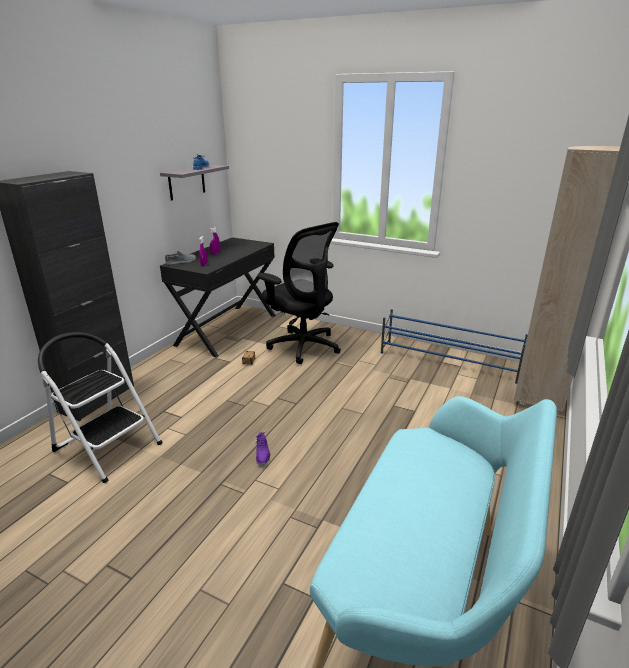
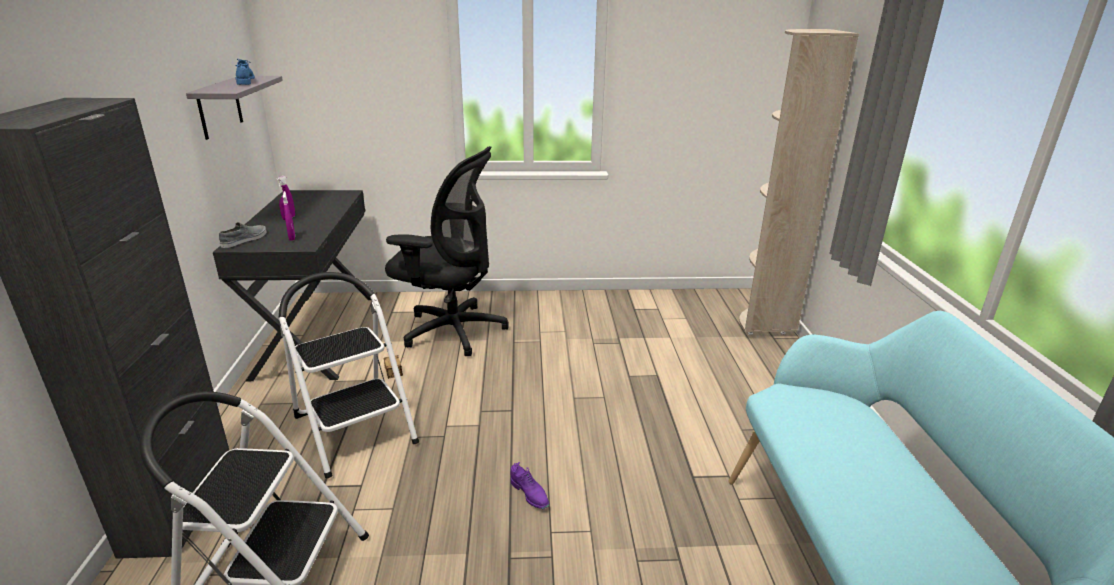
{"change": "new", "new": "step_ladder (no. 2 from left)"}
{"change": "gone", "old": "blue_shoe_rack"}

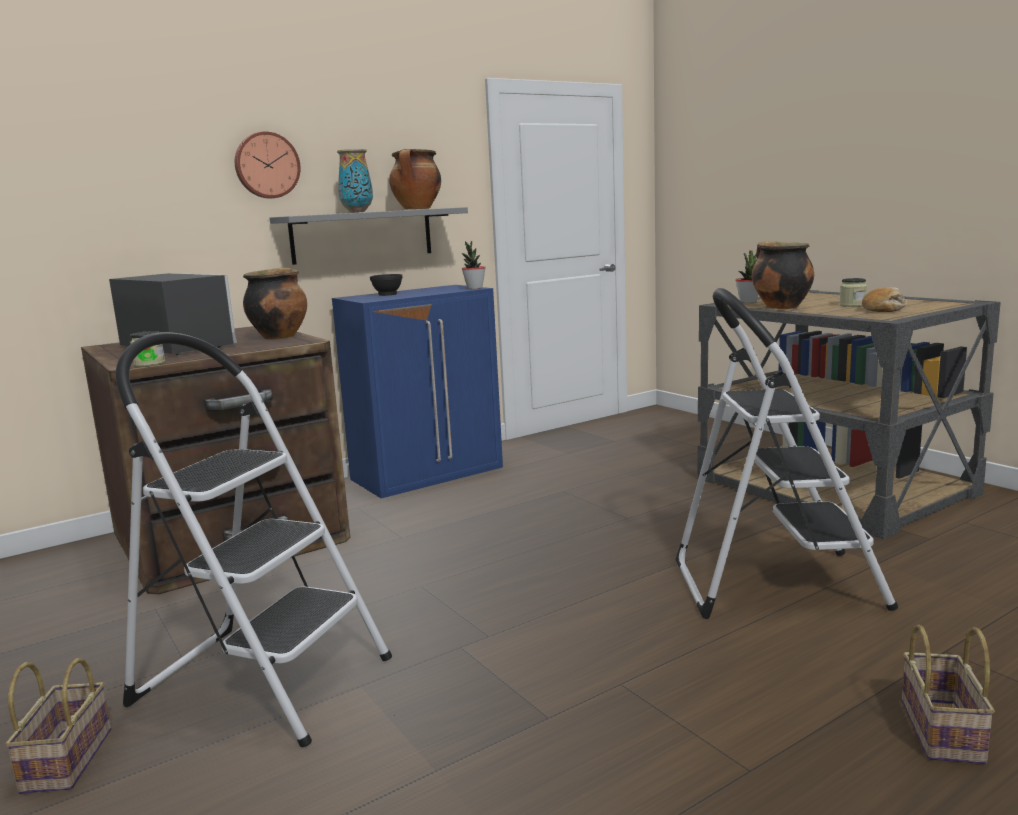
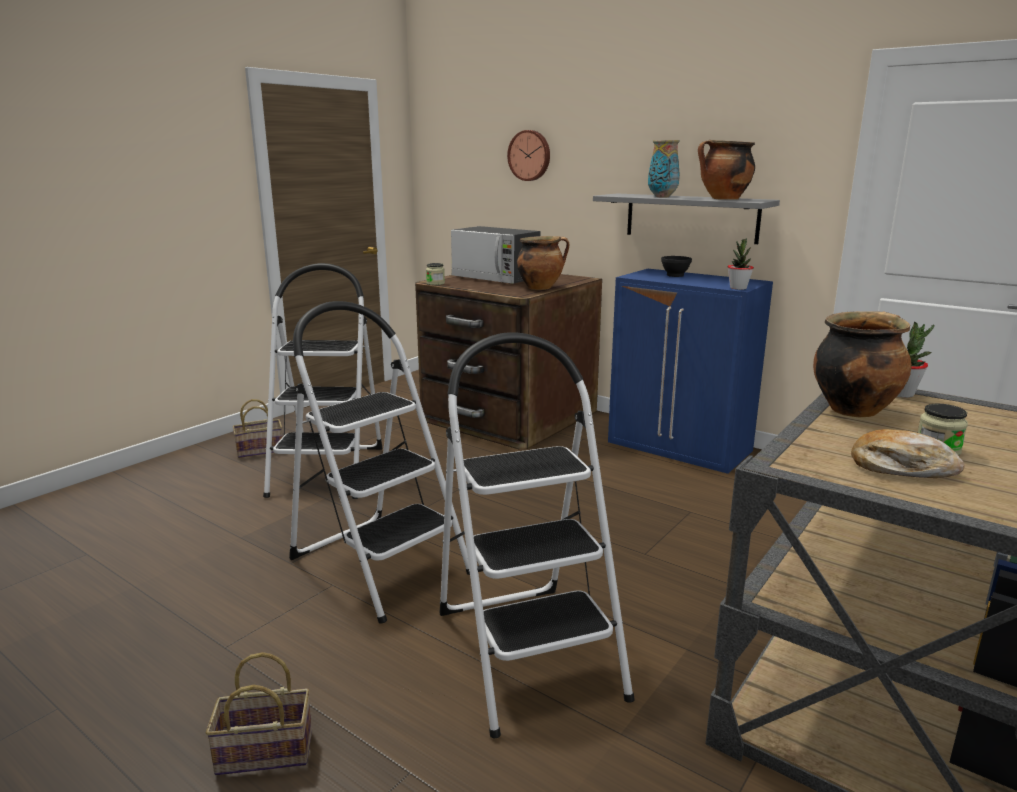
{"change": "new", "new": "step_ladder (no. 2 from left)"}
{"change": "rotated", "old": "microwave", "degrees": 105}
{"change": "shifted", "old": "wall_clock"}

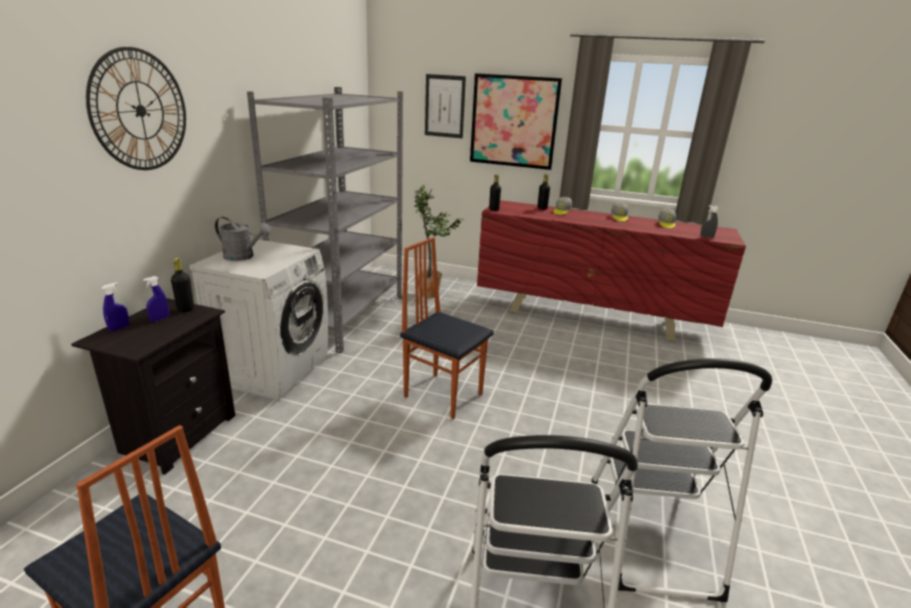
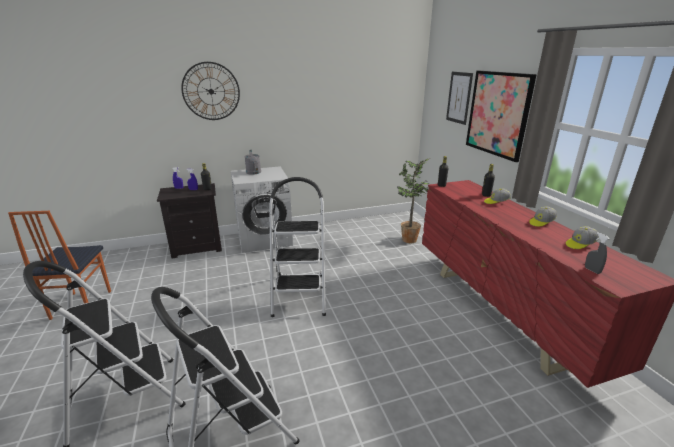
{"change": "swapped", "old": "chair (no. 2 from left)", "new": "step_ladder (no. 3 from left)"}
{"change": "gone", "old": "grey_bookcase"}

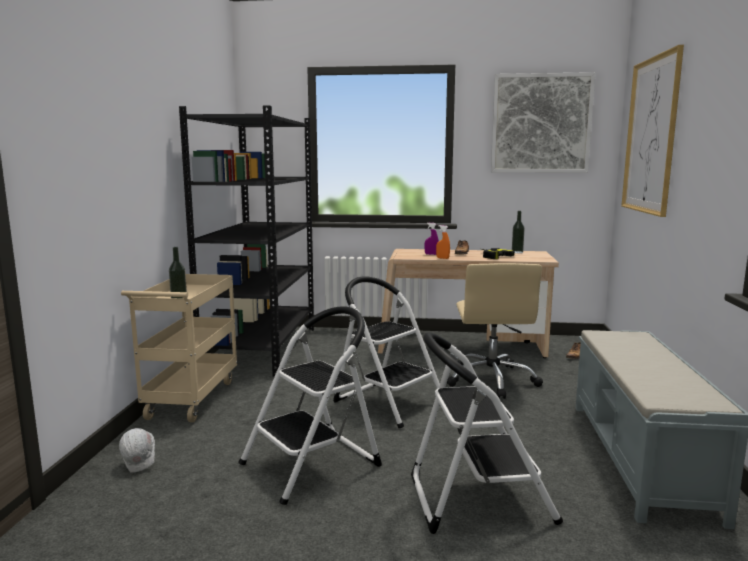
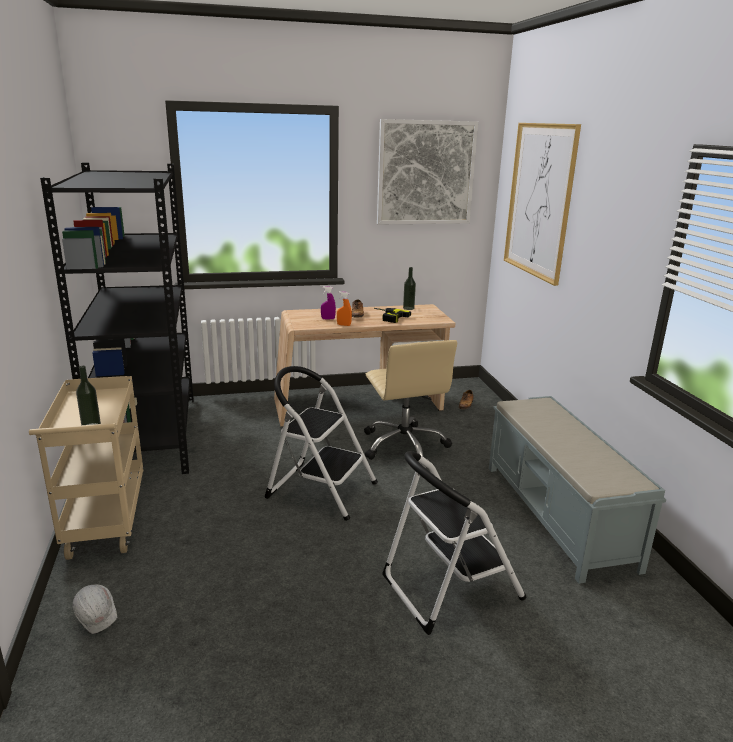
{"change": "gone", "old": "step_ladder (no. 1 from left)"}

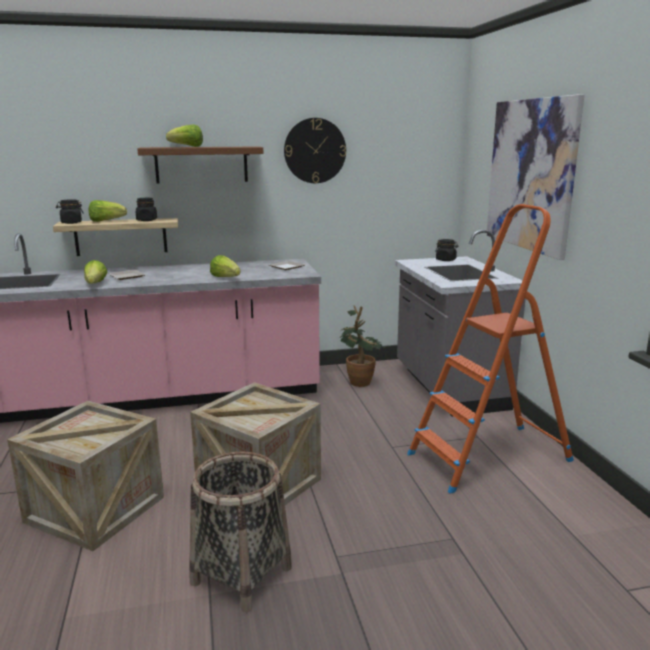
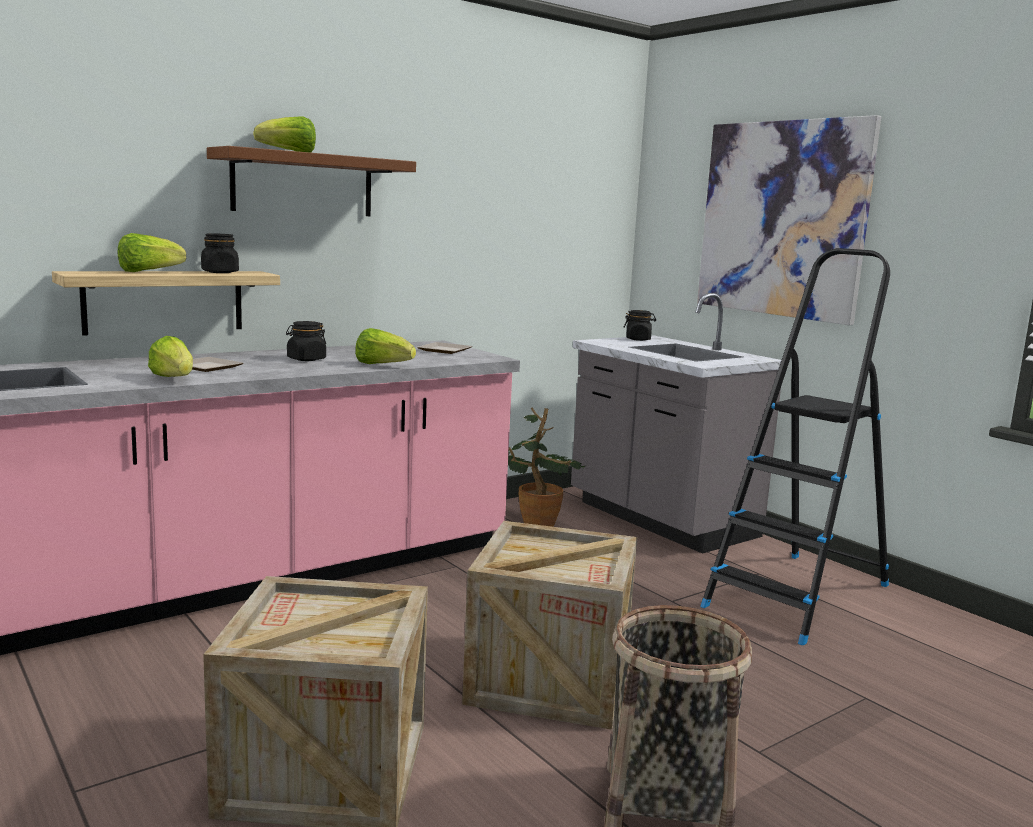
{"change": "shifted", "old": "black_jar (no. 1 from left in the first image)", "new": "black_jar (no. 2 from left)"}
{"change": "repainted", "old": "orange_step_ladder", "new": "black_step_ladder"}
{"change": "gone", "old": "wall_clock"}

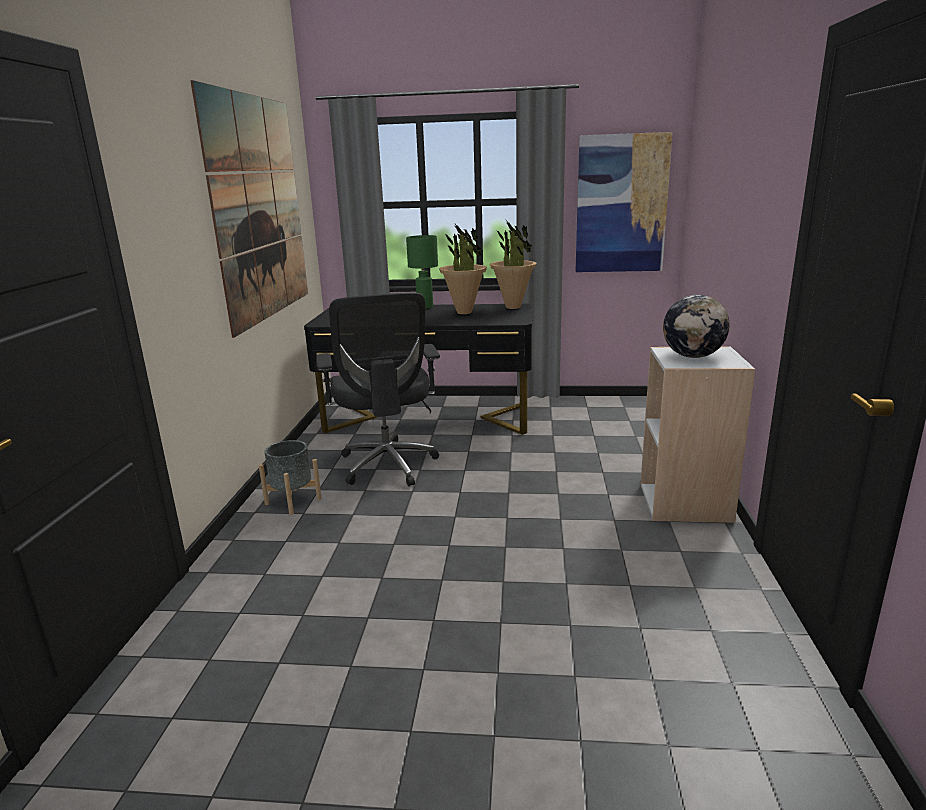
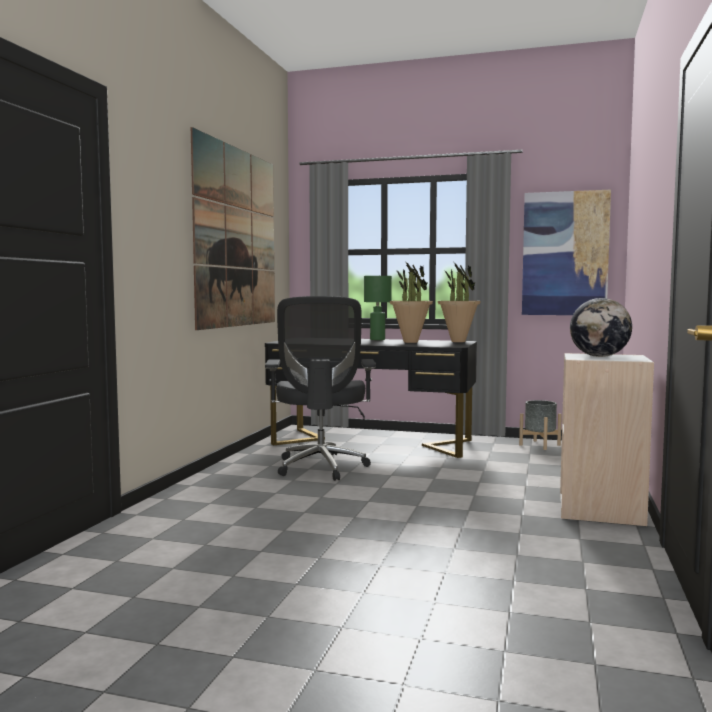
{"change": "shifted", "old": "grey_planter"}

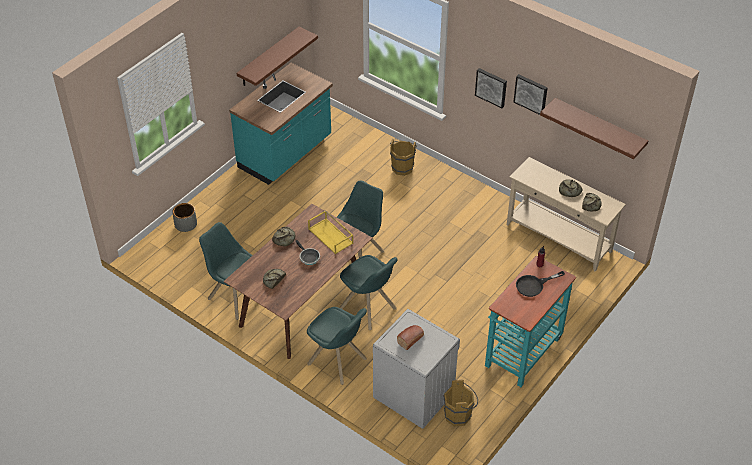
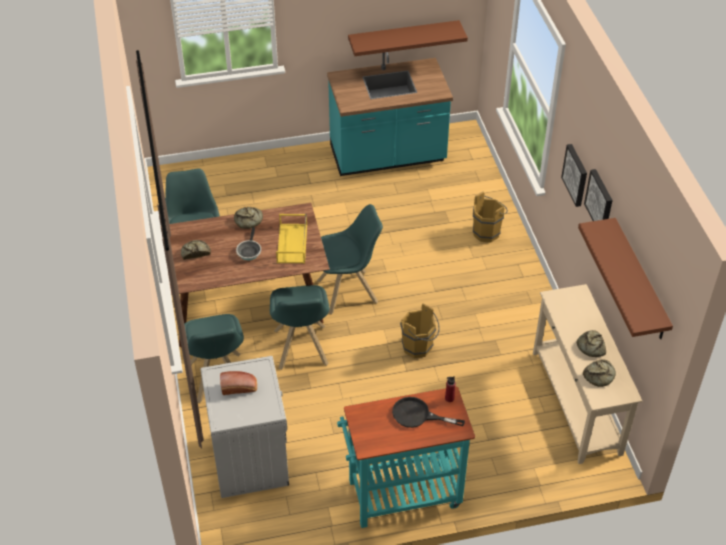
{"change": "shifted", "old": "brown_bucket (no. 2 from left in the first image)", "new": "brown_bucket (no. 1 from left)"}
{"change": "gone", "old": "grey_planter"}

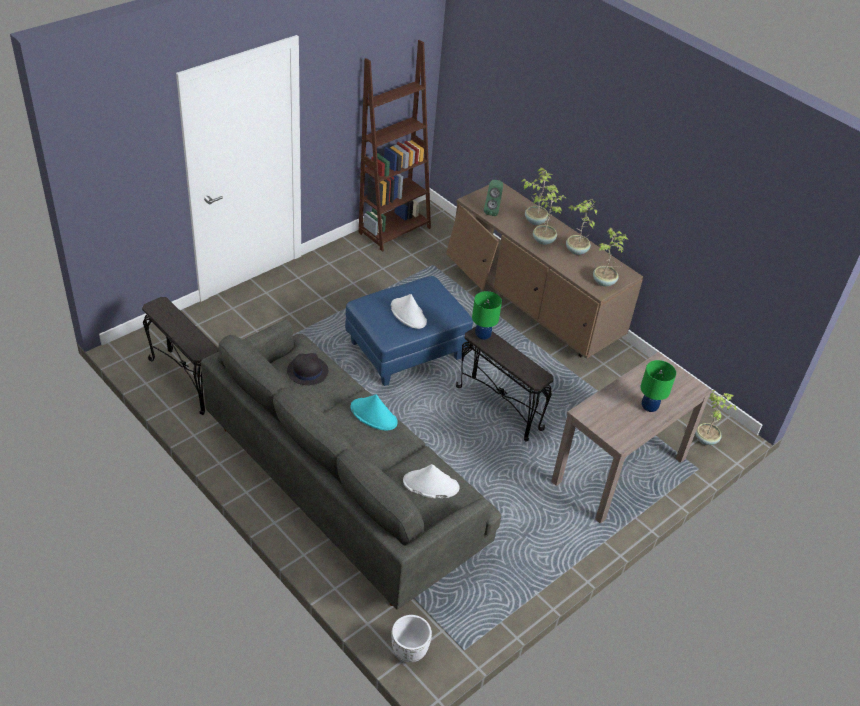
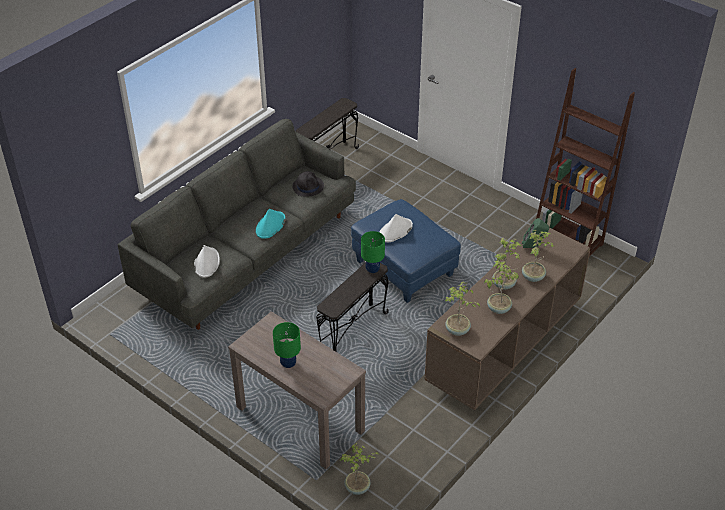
{"change": "gone", "old": "white_planter"}

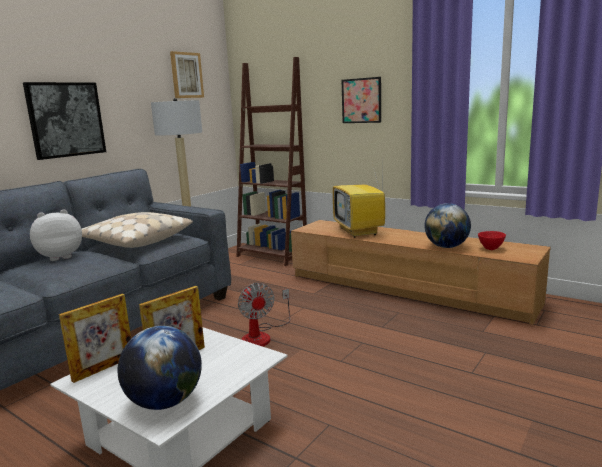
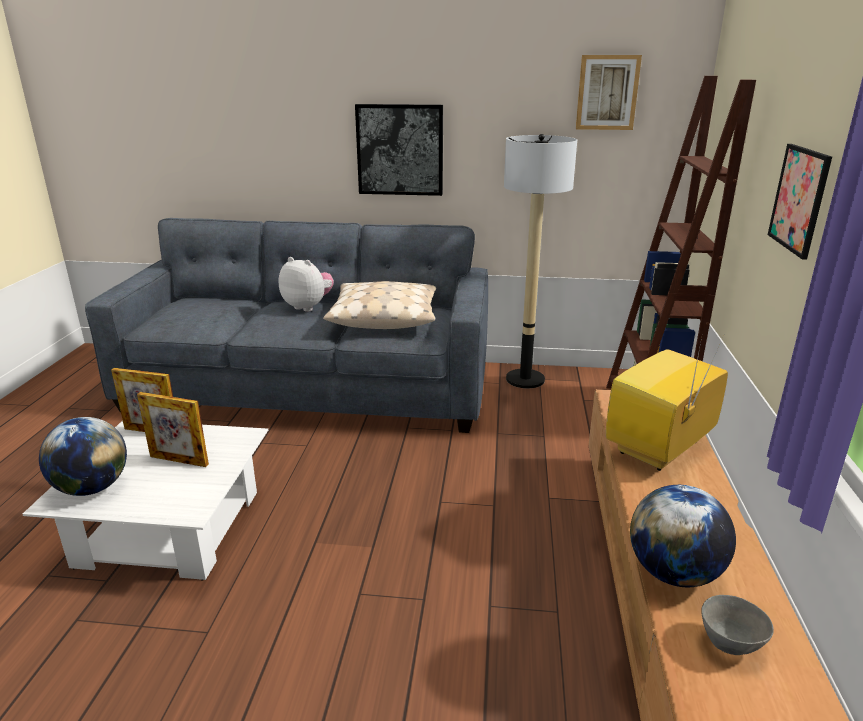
{"change": "repainted", "old": "red_bowl", "new": "grey_bowl"}
{"change": "gone", "old": "fan"}

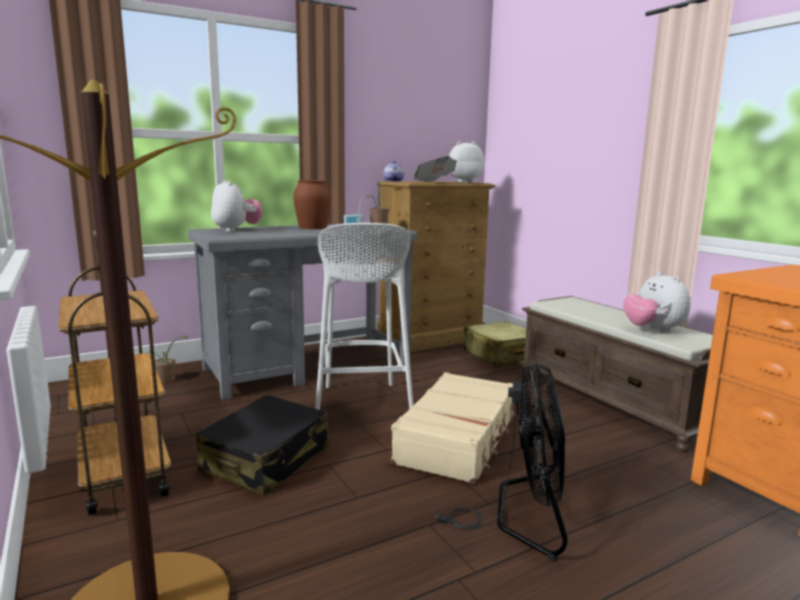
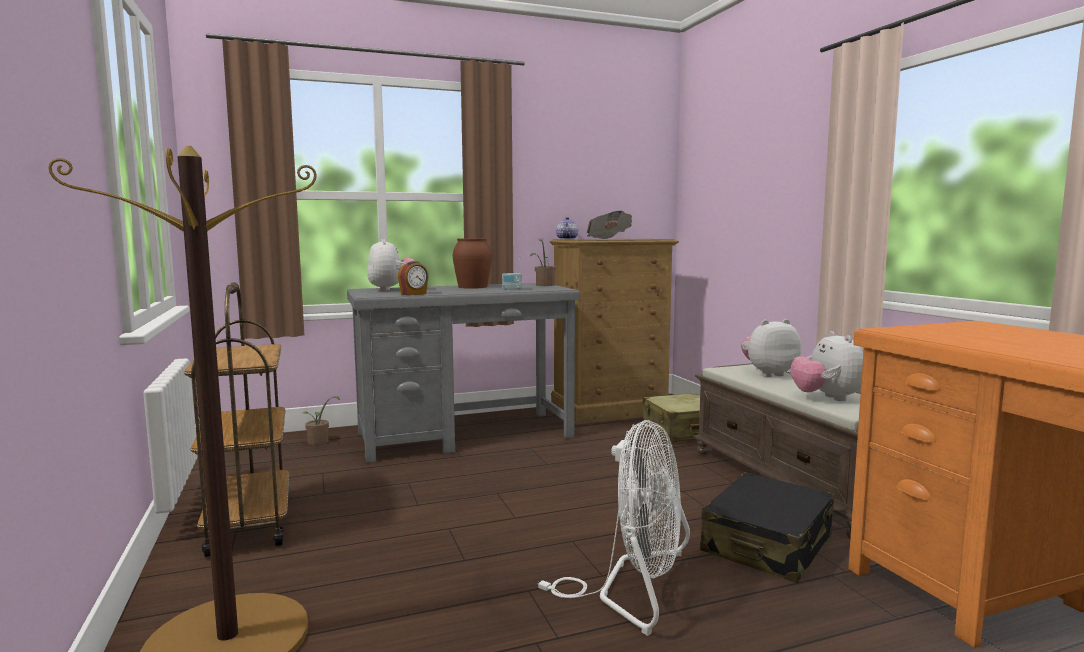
{"change": "new", "new": "alarm_clock"}
{"change": "repainted", "old": "black_fan", "new": "white_fan"}
{"change": "shifted", "old": "black_suitcase"}
{"change": "shifted", "old": "plush_toy (no. 2 from left)"}
{"change": "gone", "old": "white_stool"}
{"change": "gone", "old": "beige_suitcase (no. 1 from left)"}

